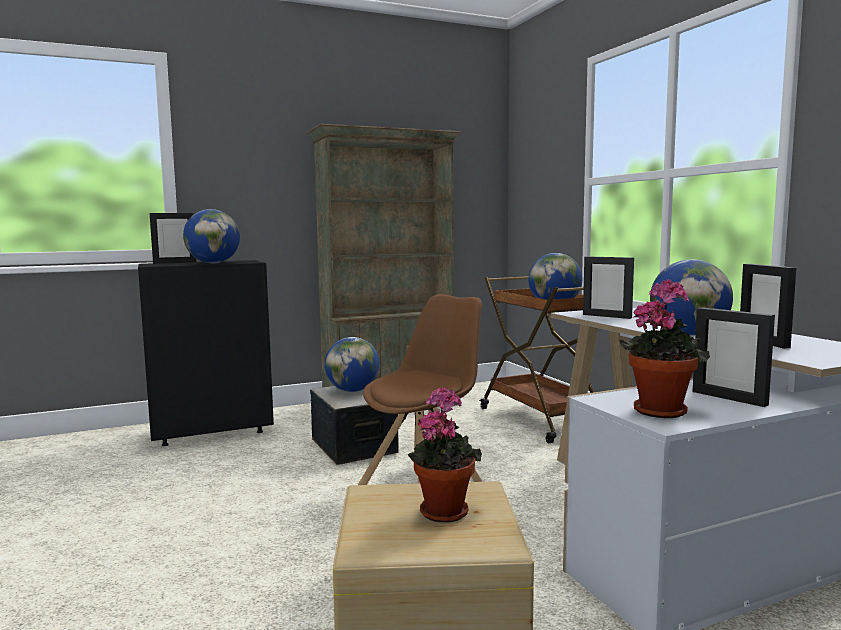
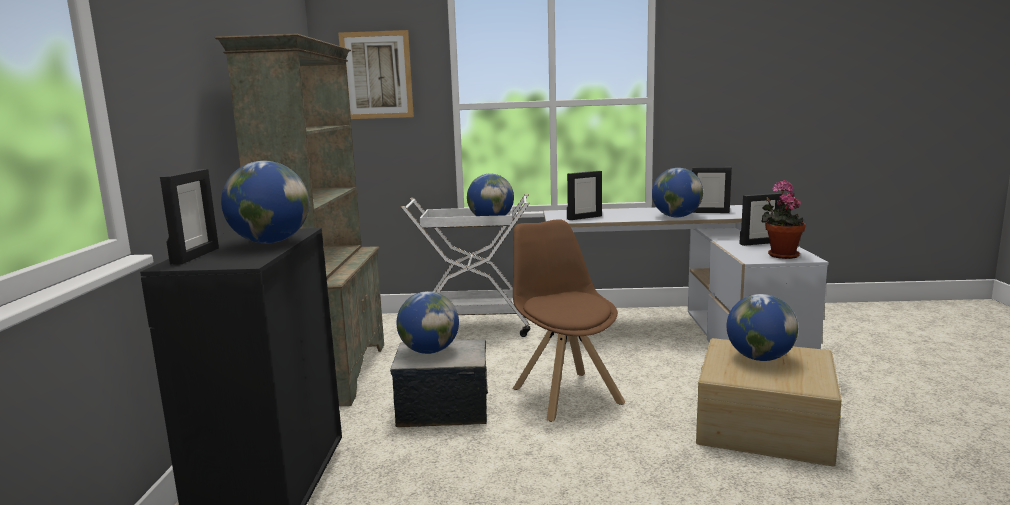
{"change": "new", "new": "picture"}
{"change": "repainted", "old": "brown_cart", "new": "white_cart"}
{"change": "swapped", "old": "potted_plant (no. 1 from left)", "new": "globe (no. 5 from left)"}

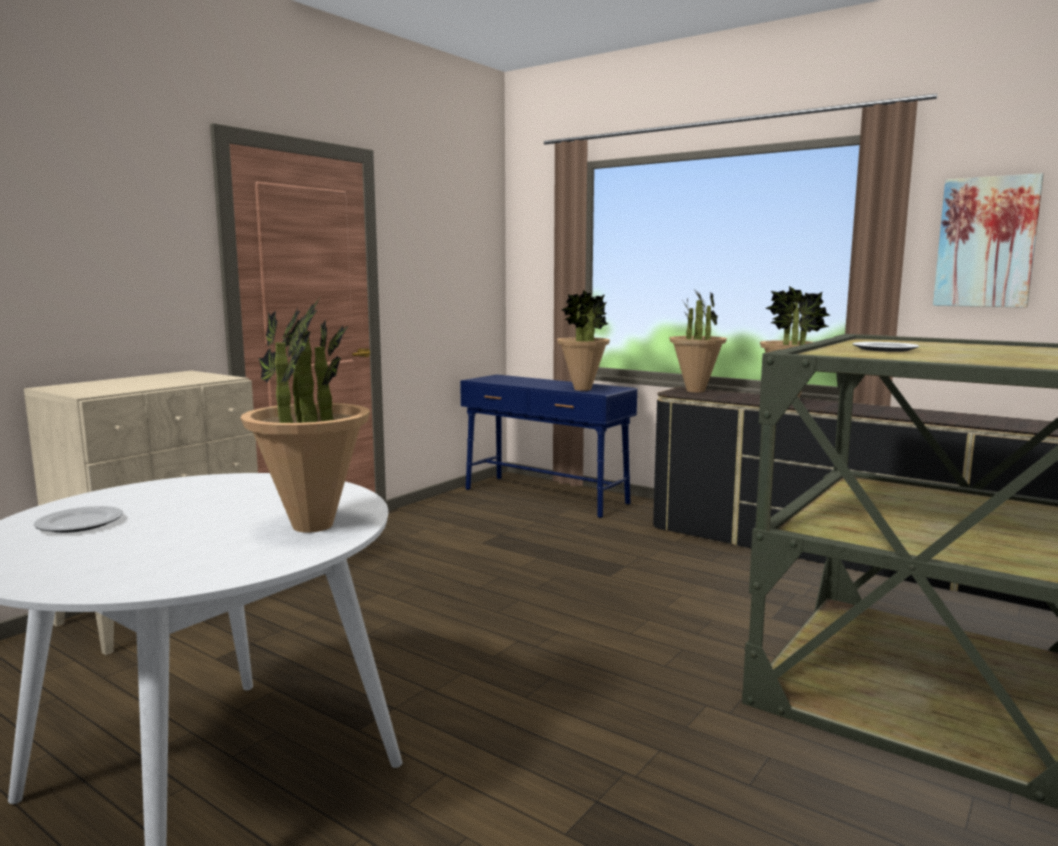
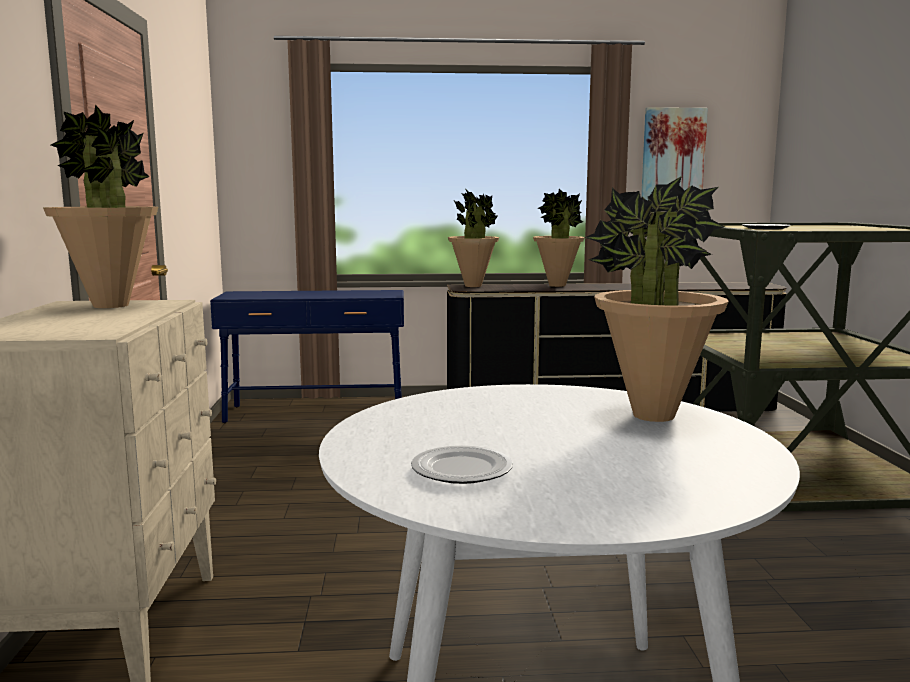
{"change": "shifted", "old": "potted_plant (no. 2 from left in the first image)", "new": "potted_plant (no. 1 from left)"}

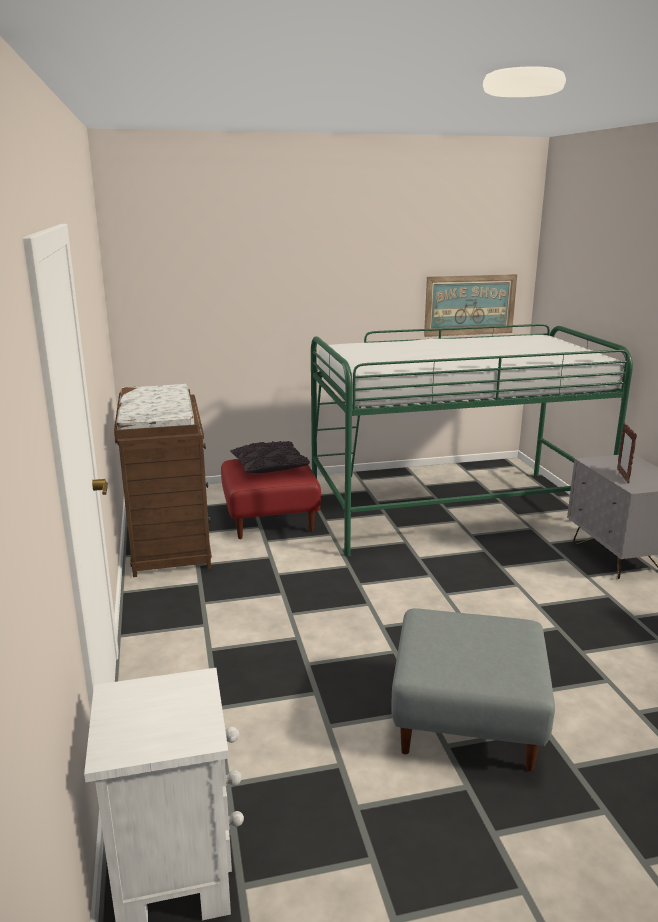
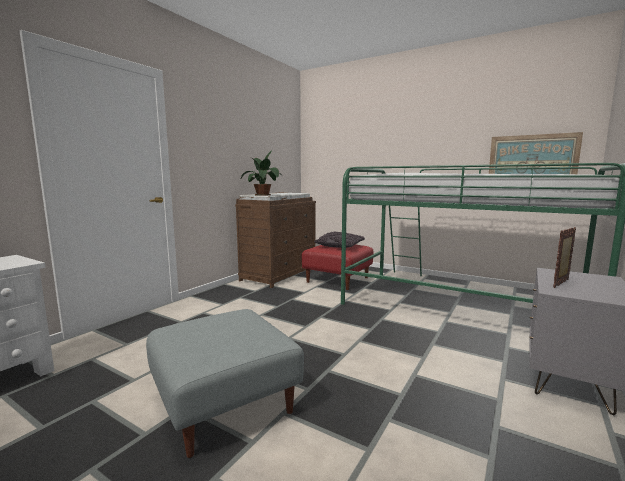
{"change": "new", "new": "potted_plant"}

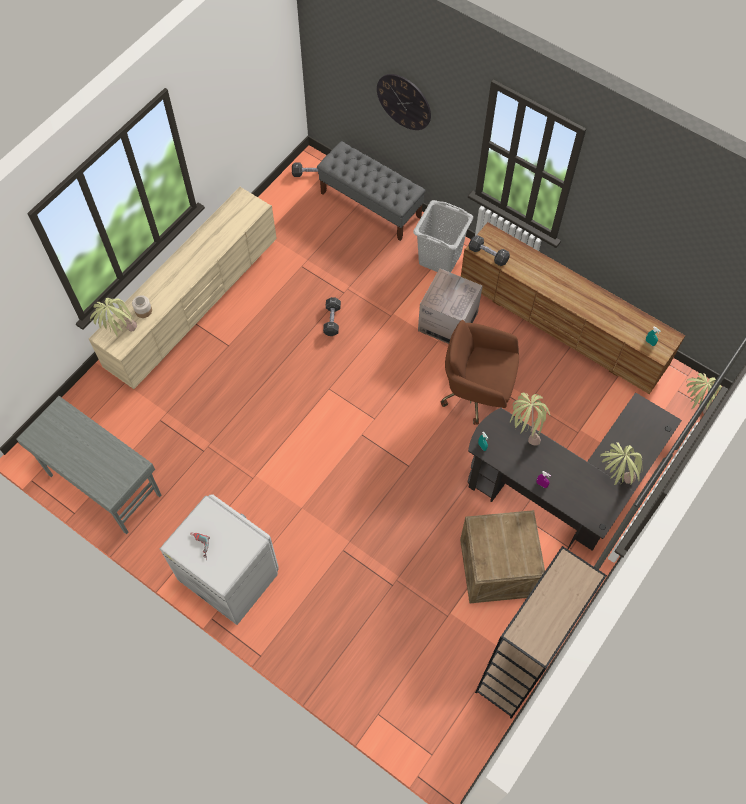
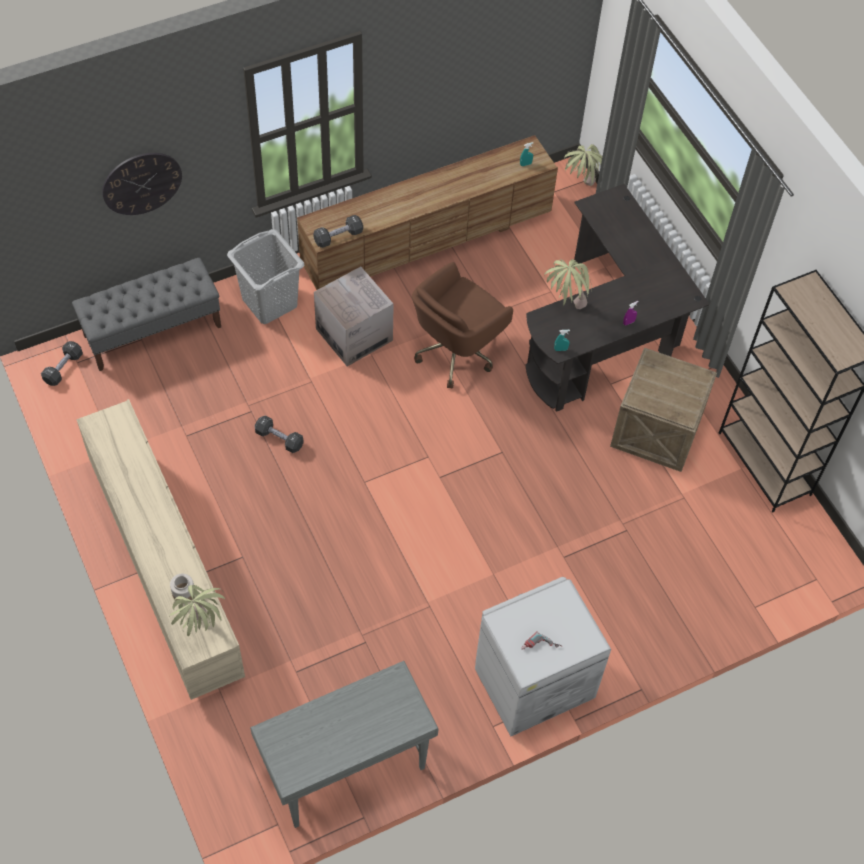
{"change": "gone", "old": "potted_plant (no. 3 from left)"}

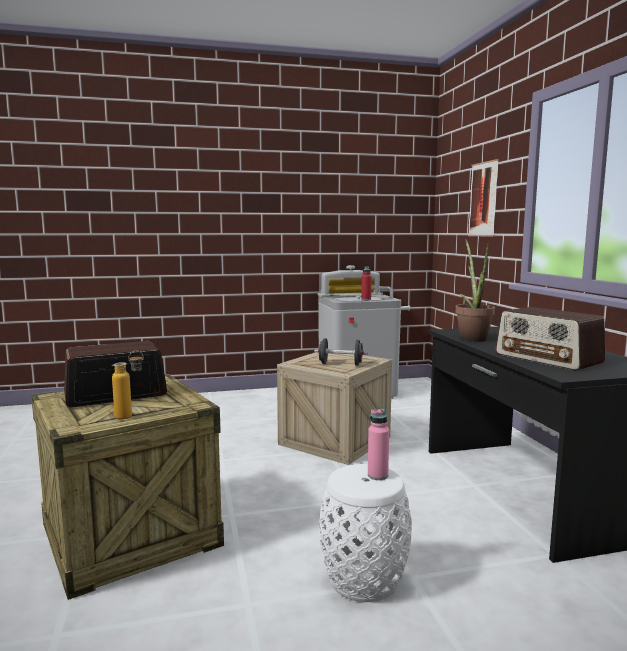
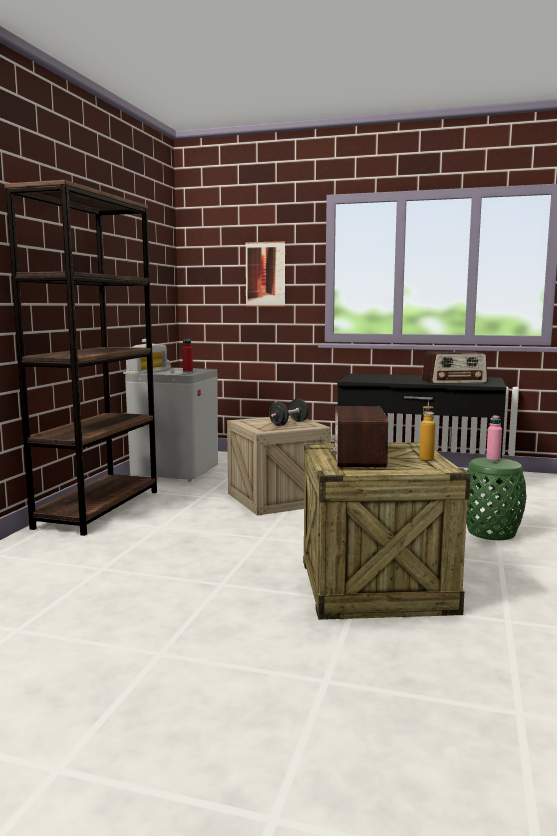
{"change": "new", "new": "brown_bookcase"}
{"change": "repainted", "old": "white_stool", "new": "green_stool"}
{"change": "gone", "old": "potted_plant"}

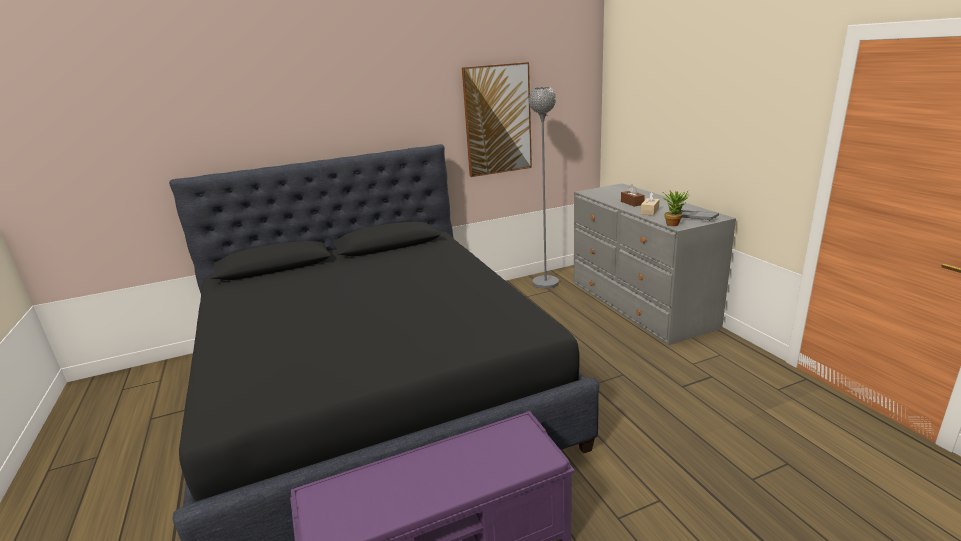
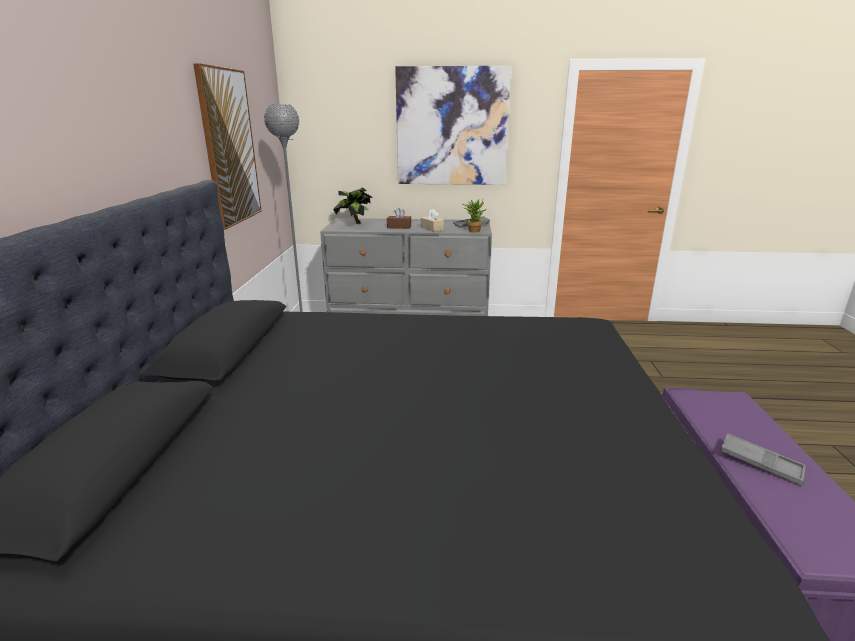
{"change": "new", "new": "potted_plant (no. 1 from left)"}
{"change": "new", "new": "picture (no. 2 from left)"}
{"change": "new", "new": "grey_tray (no. 2 from left)"}

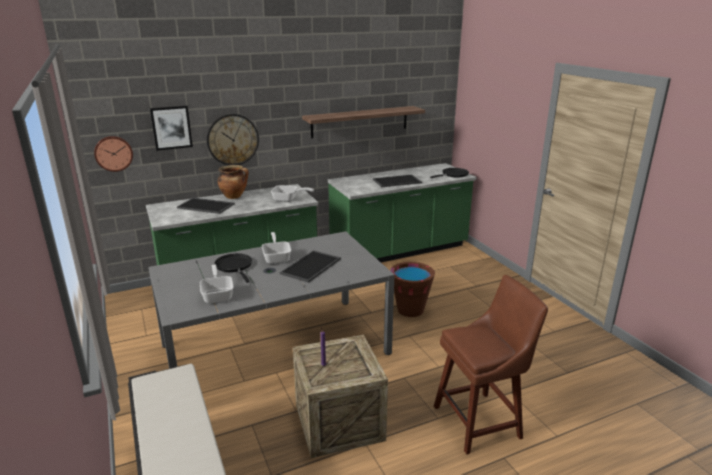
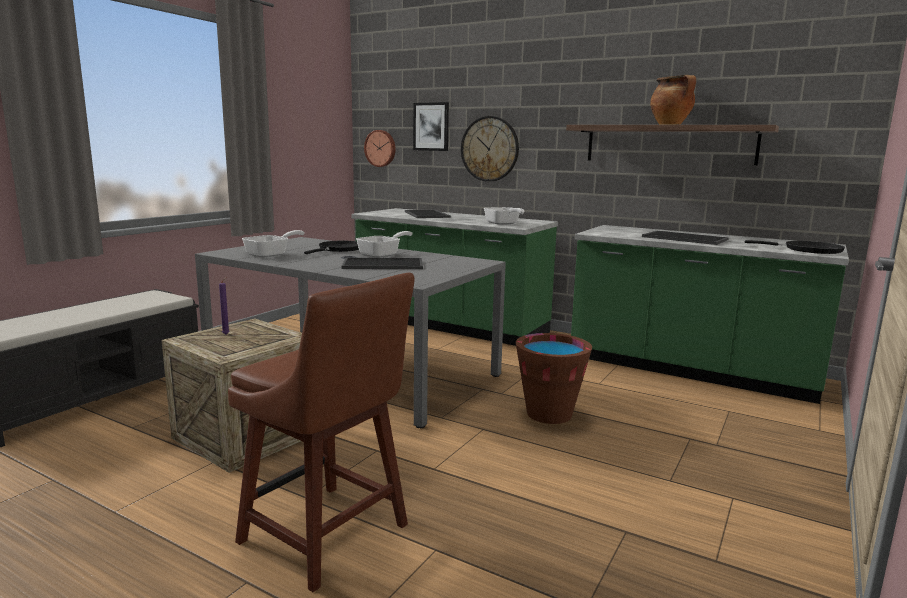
{"change": "shifted", "old": "cooking_pot"}

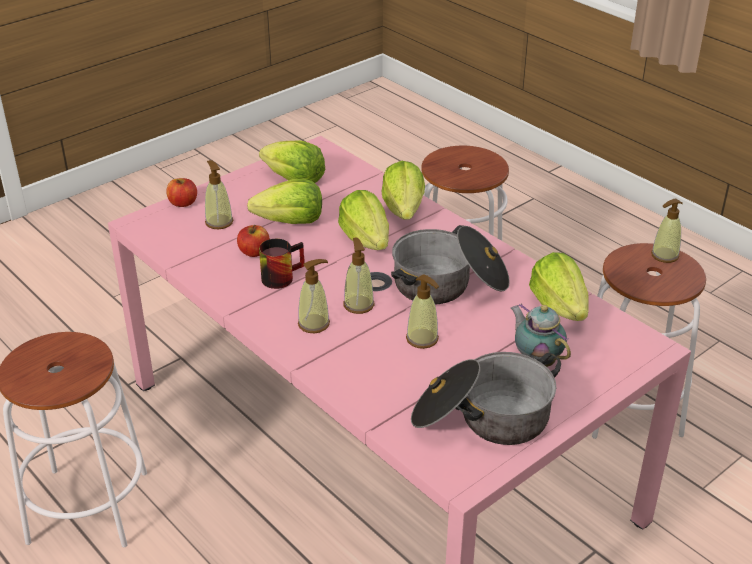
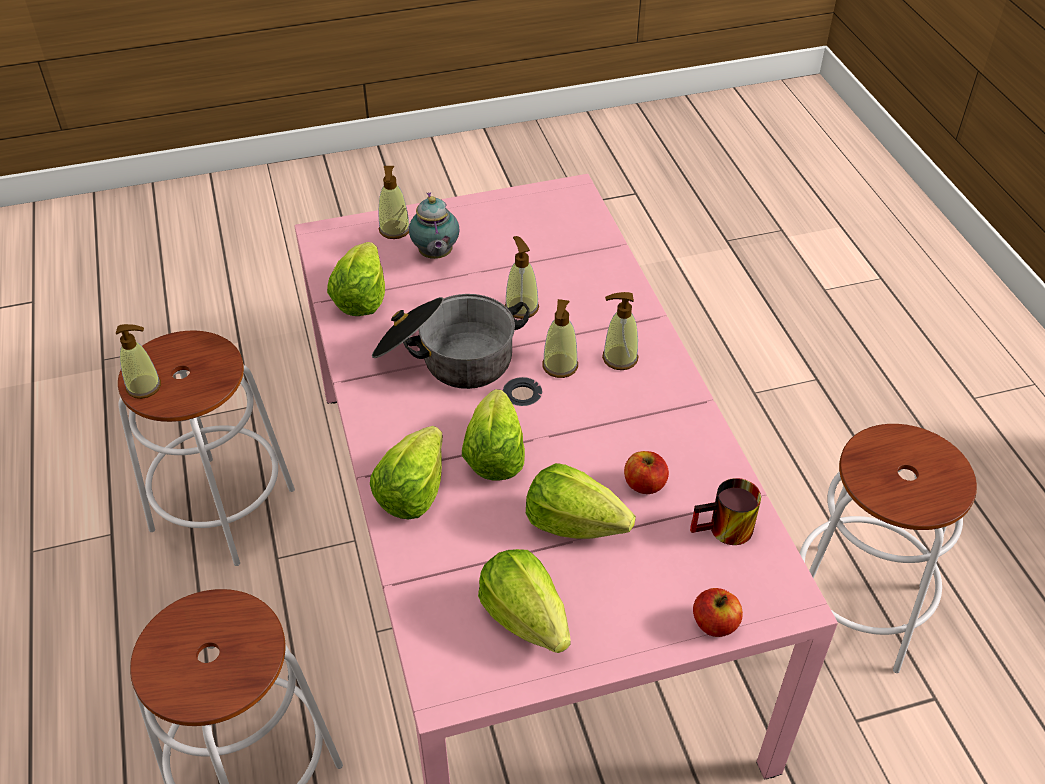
{"change": "shifted", "old": "soap_dispenser (no. 1 from left in the first image)", "new": "soap_dispenser (no. 2 from left)"}
{"change": "shifted", "old": "mug"}
{"change": "gone", "old": "cooking_pot (no. 2 from left)"}

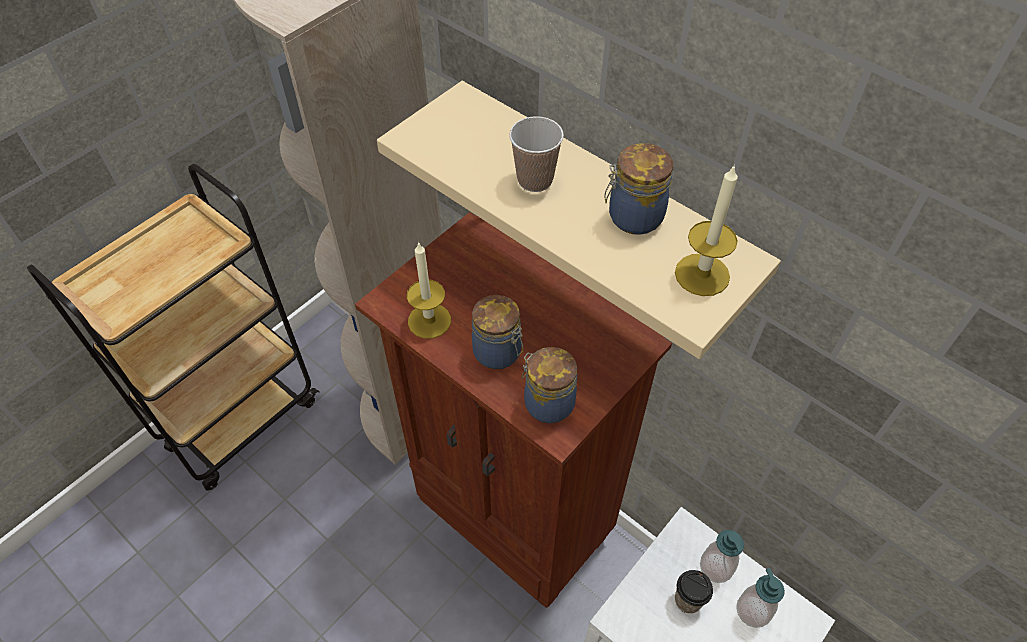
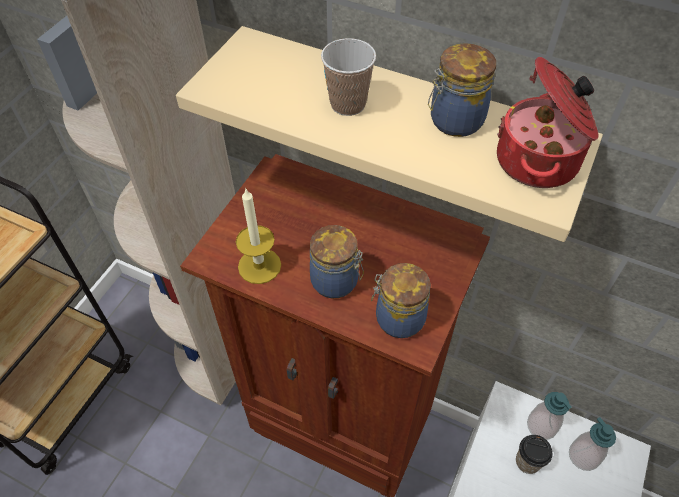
{"change": "swapped", "old": "candle (no. 2 from left)", "new": "cooking_pot"}

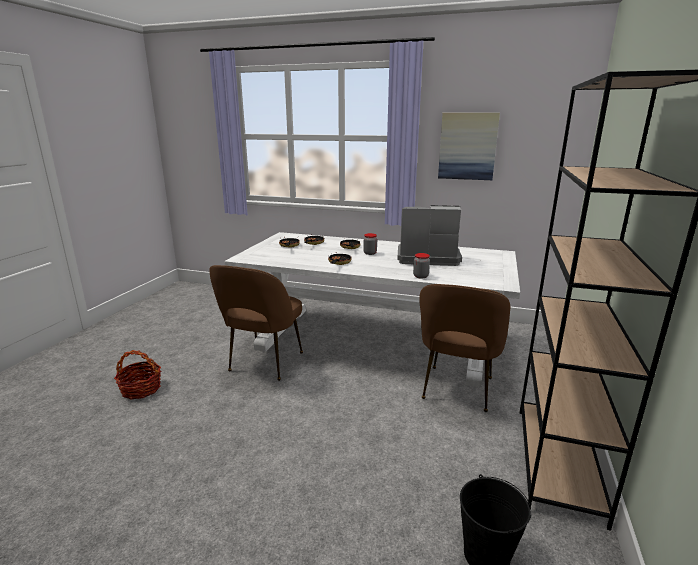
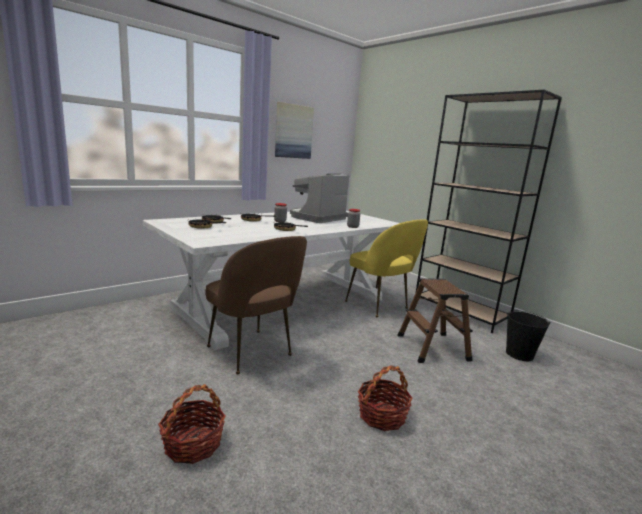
{"change": "repainted", "old": "brown_chair (no. 2 from left)", "new": "yellow_chair"}
{"change": "new", "new": "basket (no. 2 from left)"}
{"change": "new", "new": "brown_step_ladder"}

